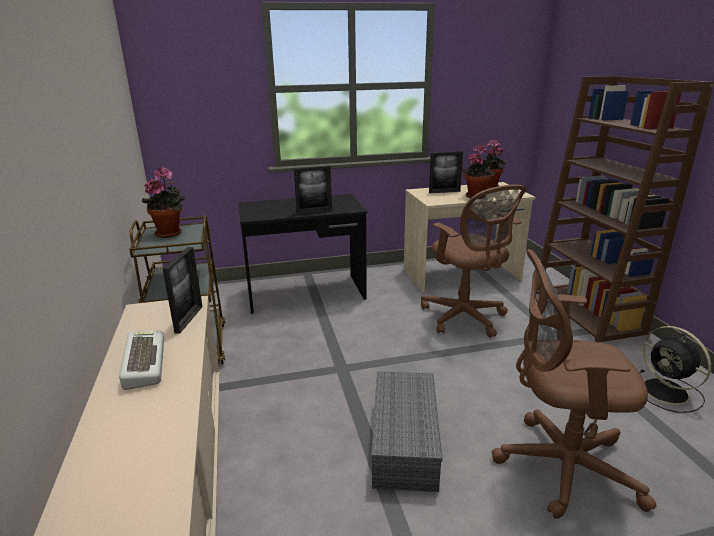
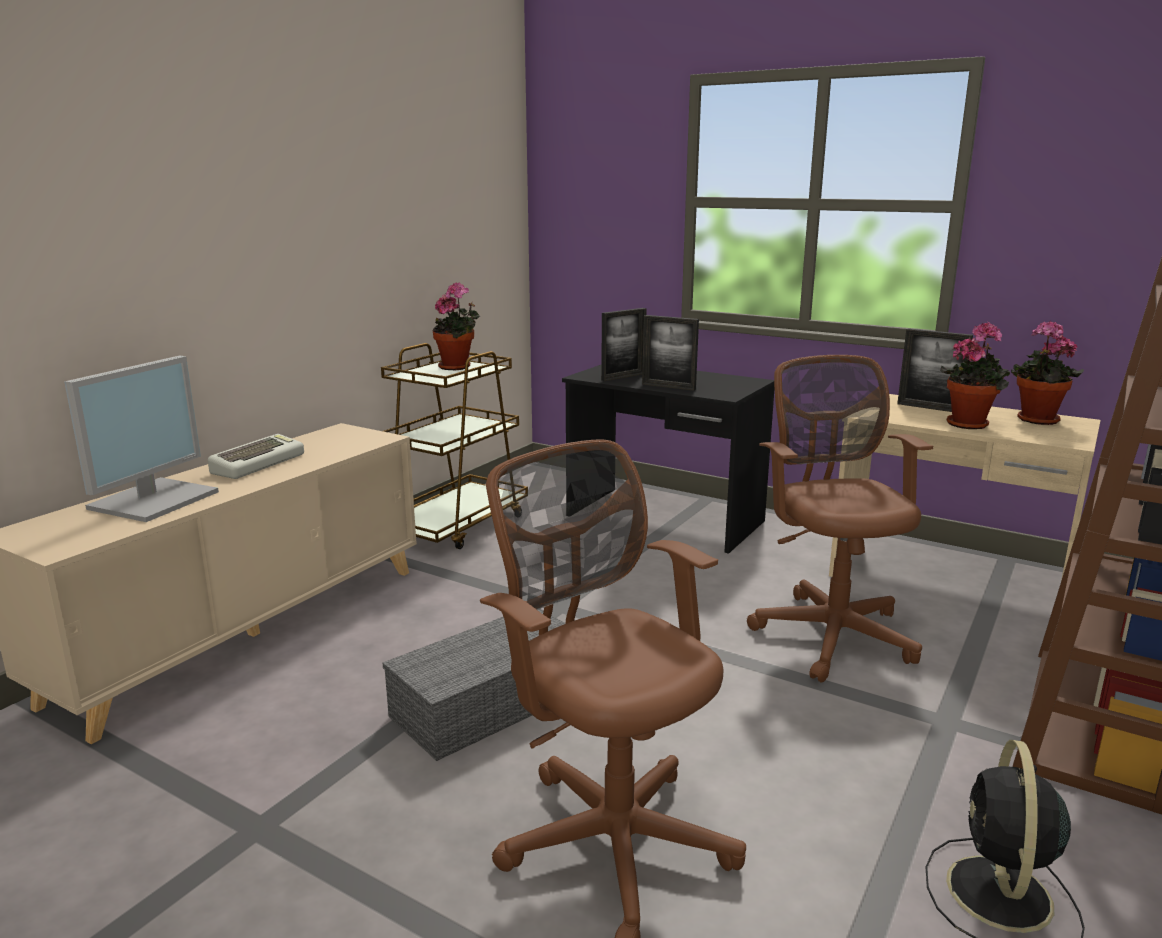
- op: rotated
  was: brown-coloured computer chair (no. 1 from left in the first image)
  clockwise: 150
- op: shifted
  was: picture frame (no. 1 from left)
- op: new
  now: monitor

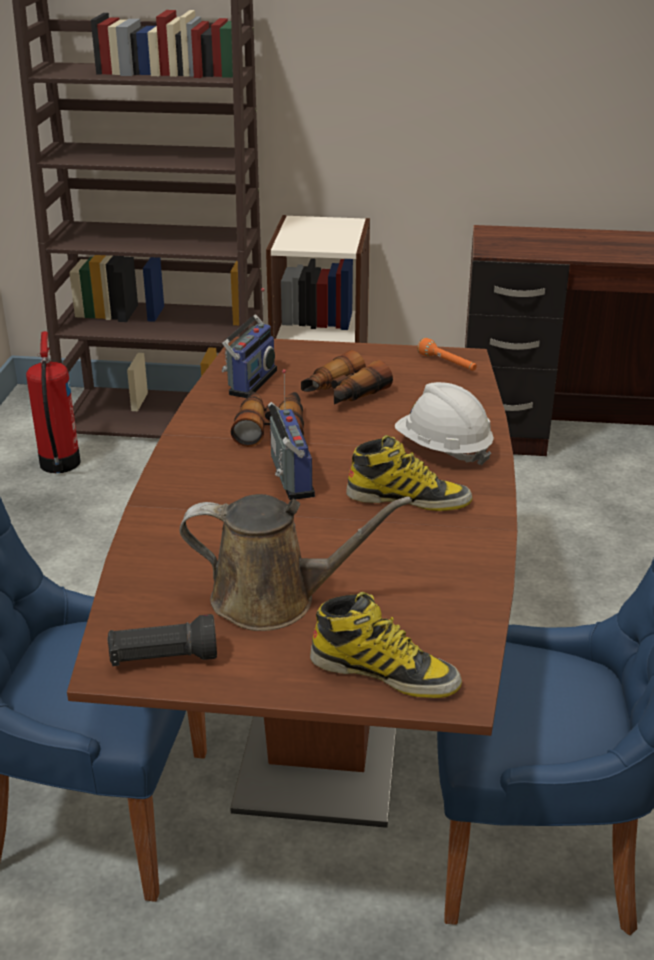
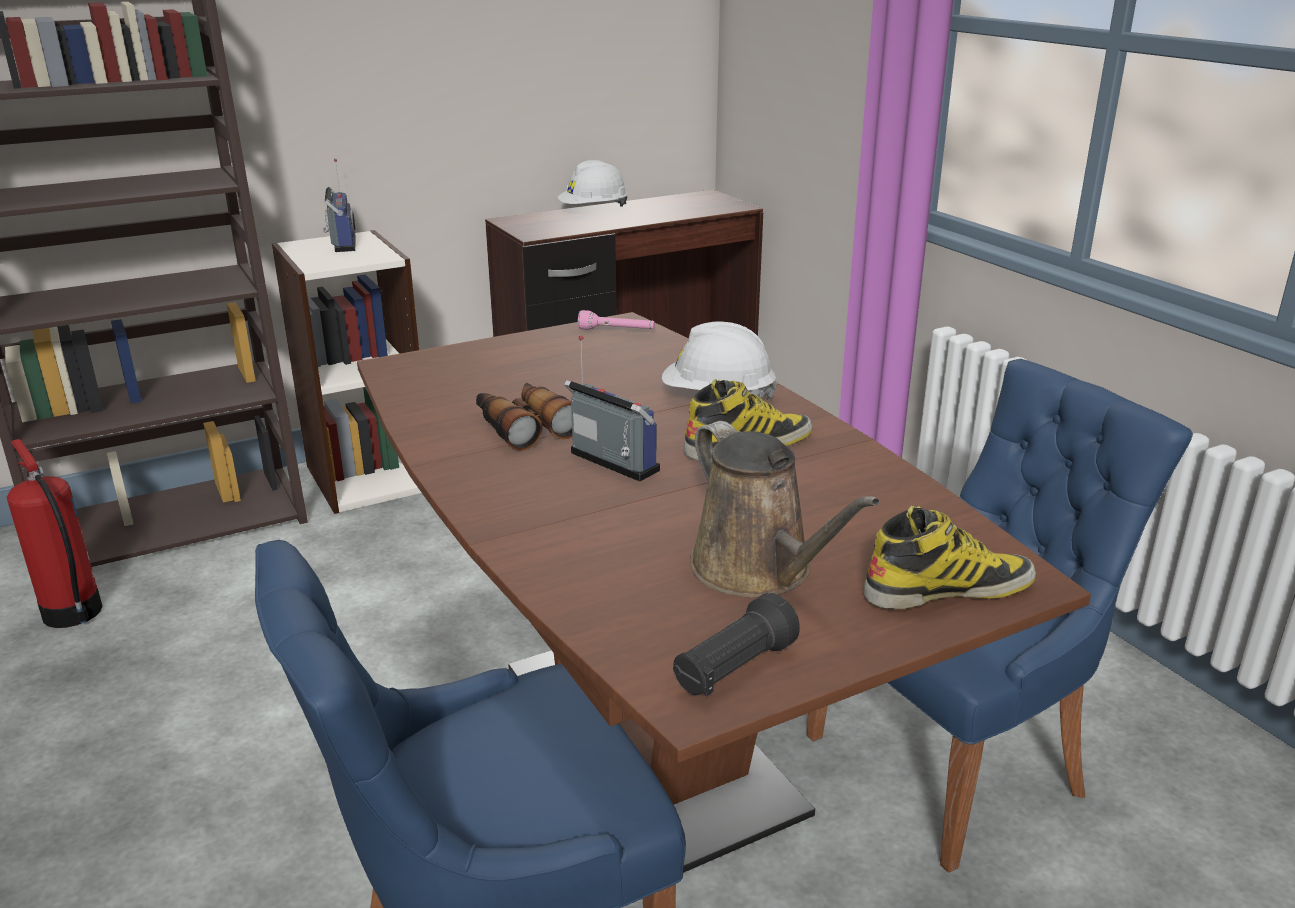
- op: shifted
  was: radio set (no. 1 from left)
- op: repainted
  was: orangey flashlight
  now: pink flashlight
- op: gone
  was: field glasses (no. 2 from left)
- op: rotated
  was: brown-coloured watering can
  clockwise: 90
- op: new
  now: whitish work helmet (no. 1 from left)

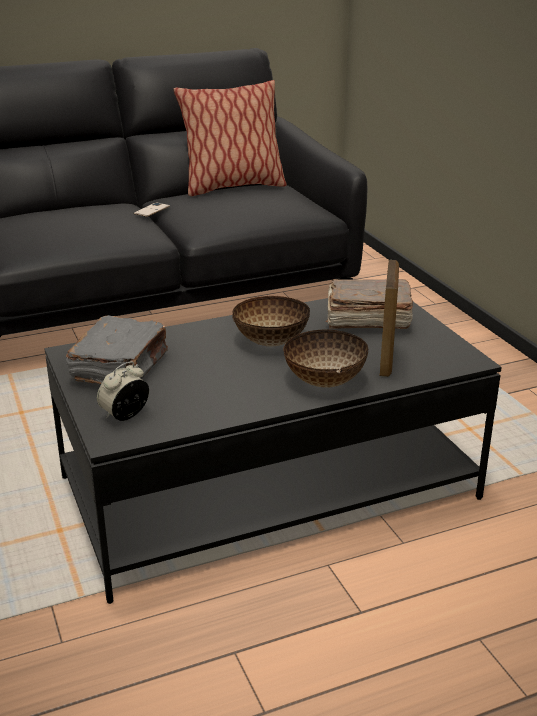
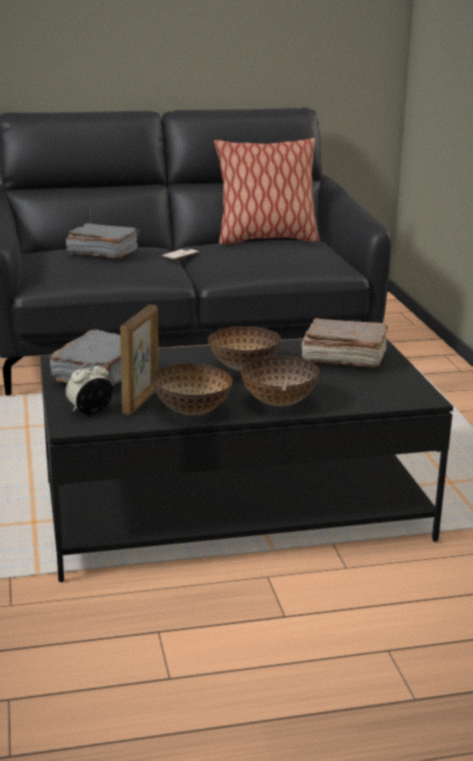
- op: shifted
  was: picture frame
- op: new
  now: grey book (no. 2 from left)
- op: new
  now: deep dish (no. 1 from left)

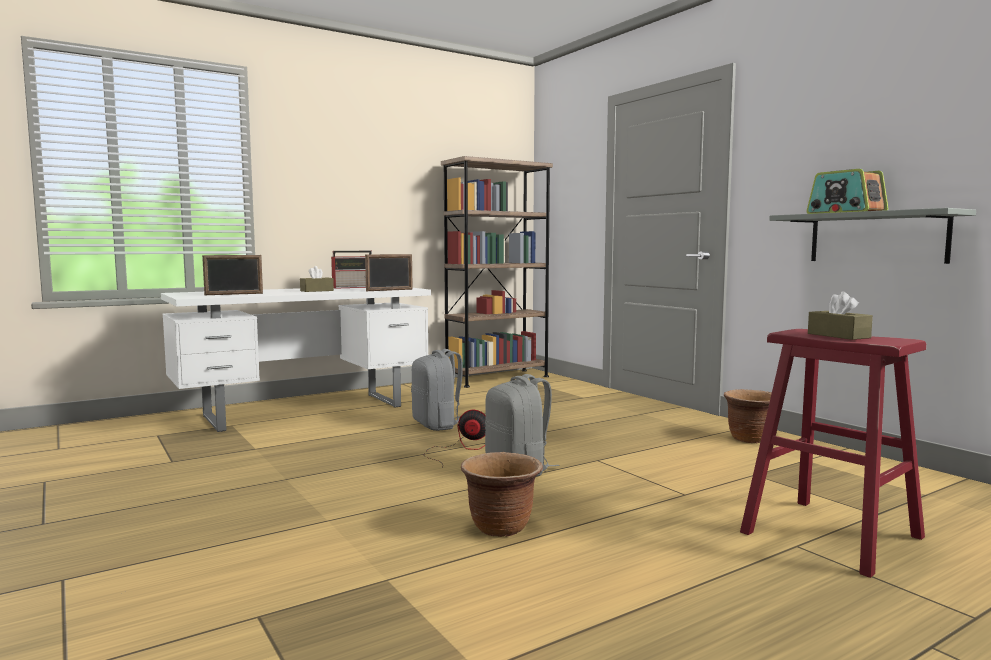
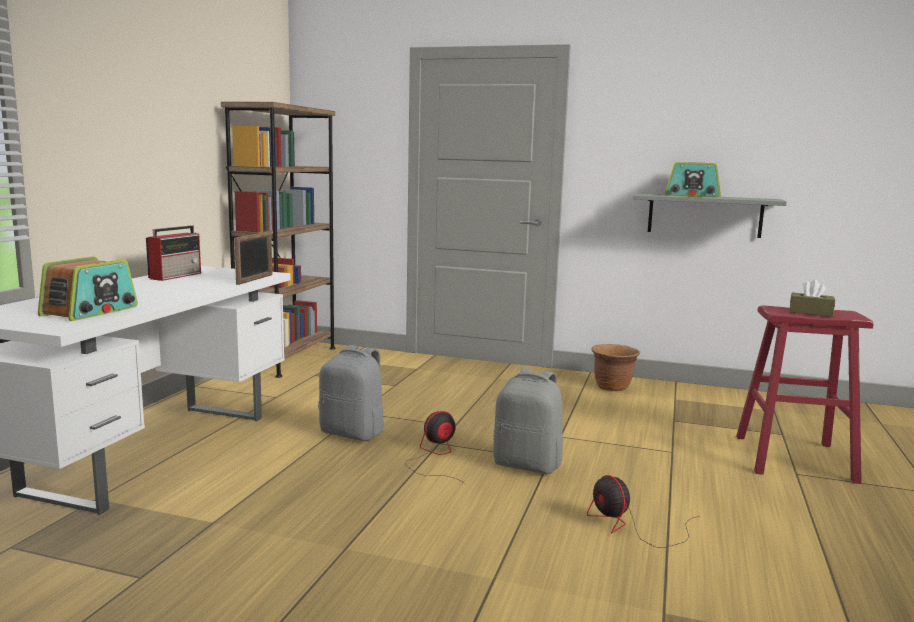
- op: swapped
  was: picture frame (no. 1 from left)
  now: radio set (no. 1 from left)
- op: gone
  was: brown-coloured tissue holder (no. 1 from left)
- op: swapped
  was: brown-coloured flower pot (no. 1 from left)
  now: cooling fan (no. 2 from left)

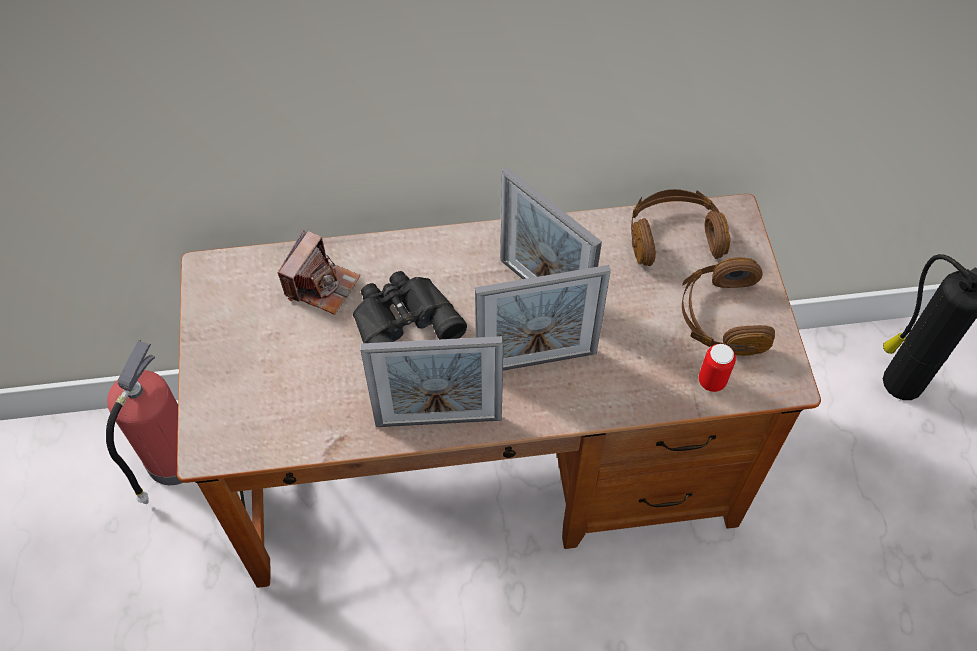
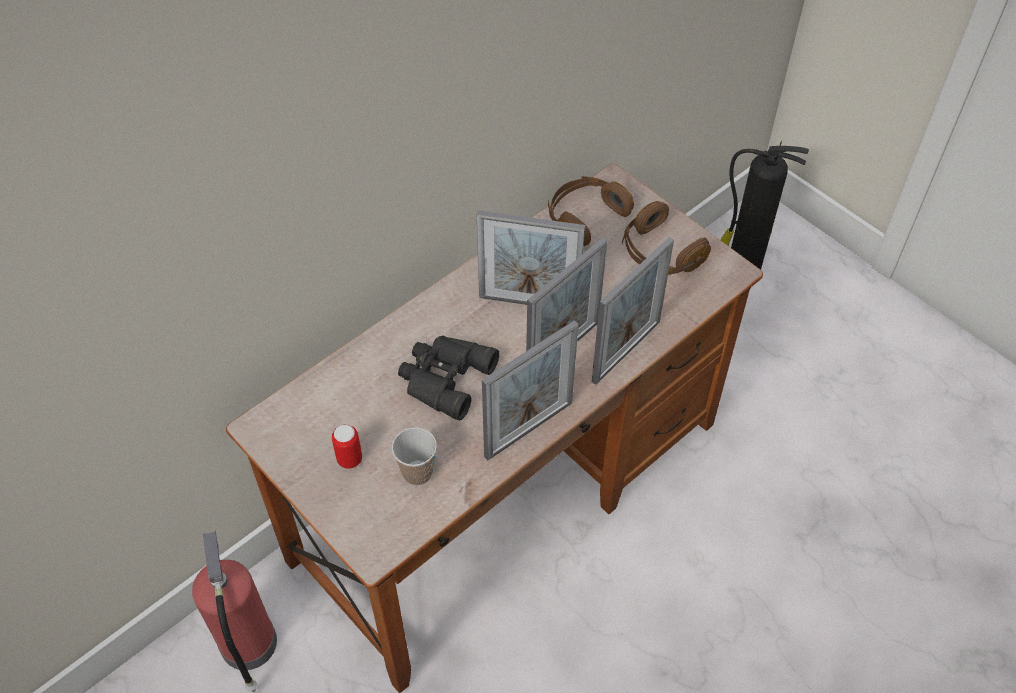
- op: gone
  was: still camera
- op: shifted
  was: metal can
- op: new
  now: picture frame (no. 4 from left)
- op: new
  now: cup

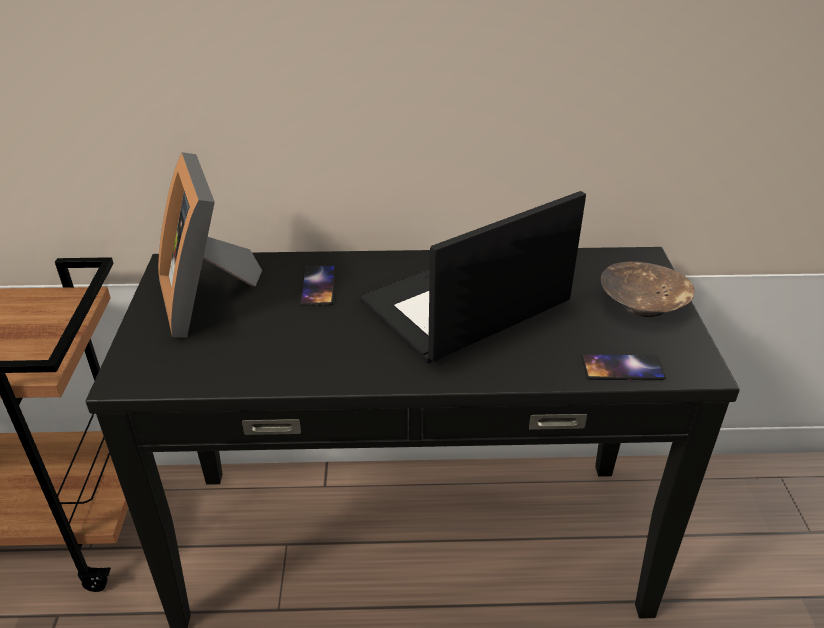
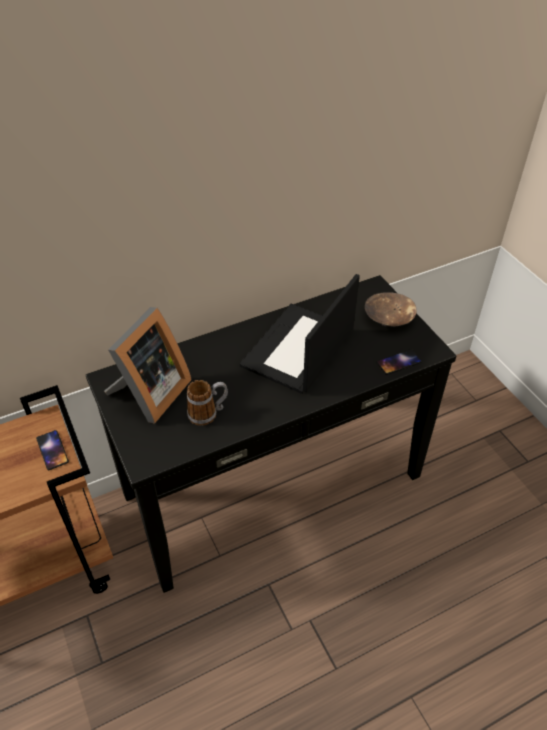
- op: rotated
  was: picture frame
  clockwise: -105
- op: shifted
  was: phone (no. 1 from left)
- op: new
  now: coffee mug

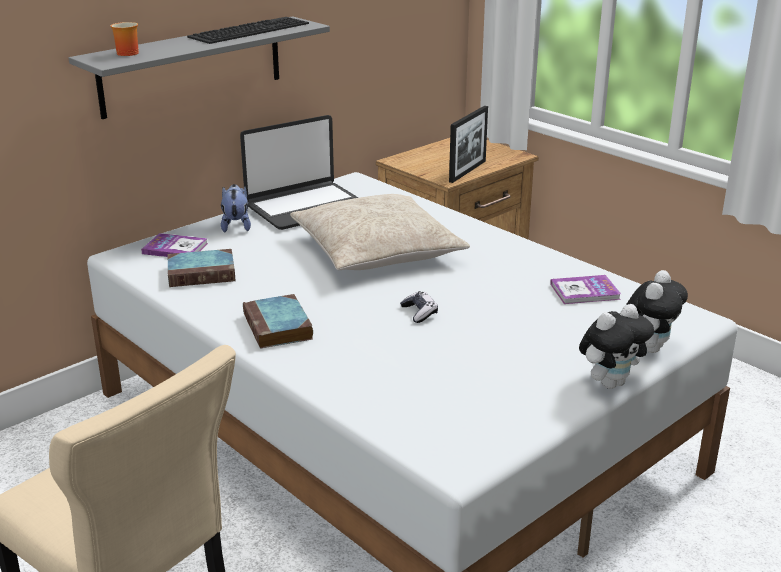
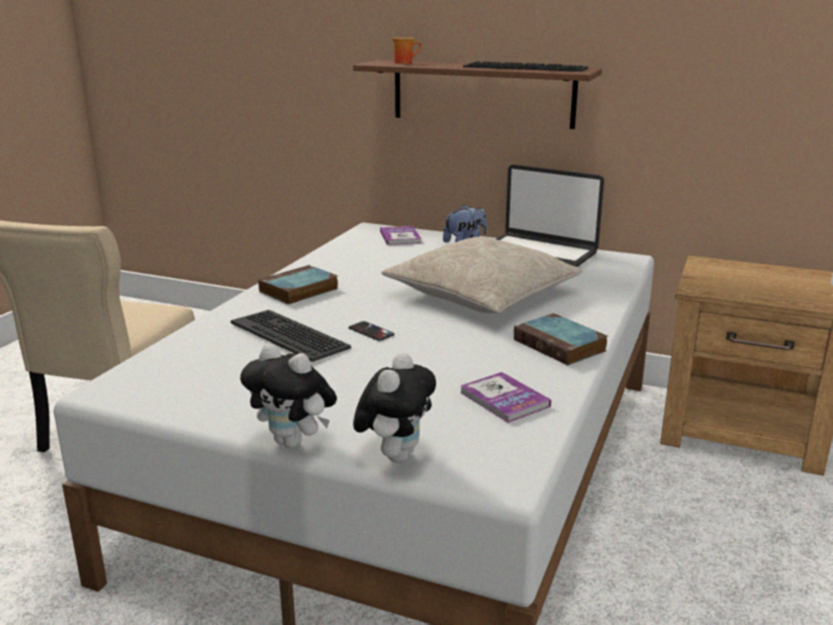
- op: repainted
  was: grey bracket shelf
  now: brown-coloured bracket shelf
- op: gone
  was: picture frame
- op: shifted
  was: book (no. 2 from left in the first image)
  now: book (no. 4 from left)
- op: rotated
  was: plush toy (no. 3 from left in the first image)
  clockwise: -75
- op: swapped
  was: joypad
  now: phone
- op: new
  now: keyboard (no. 1 from left)

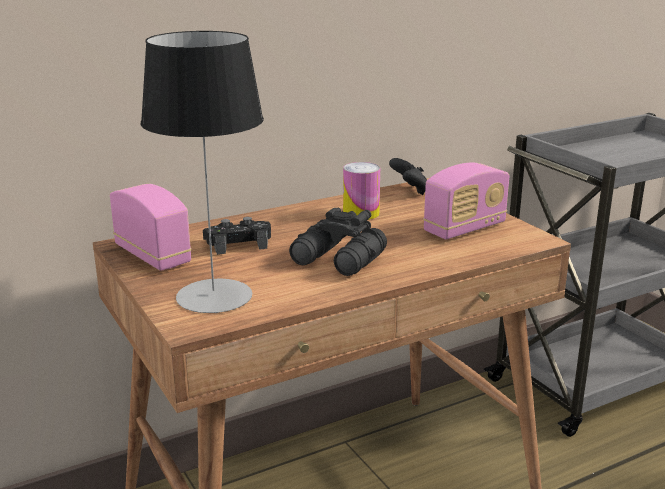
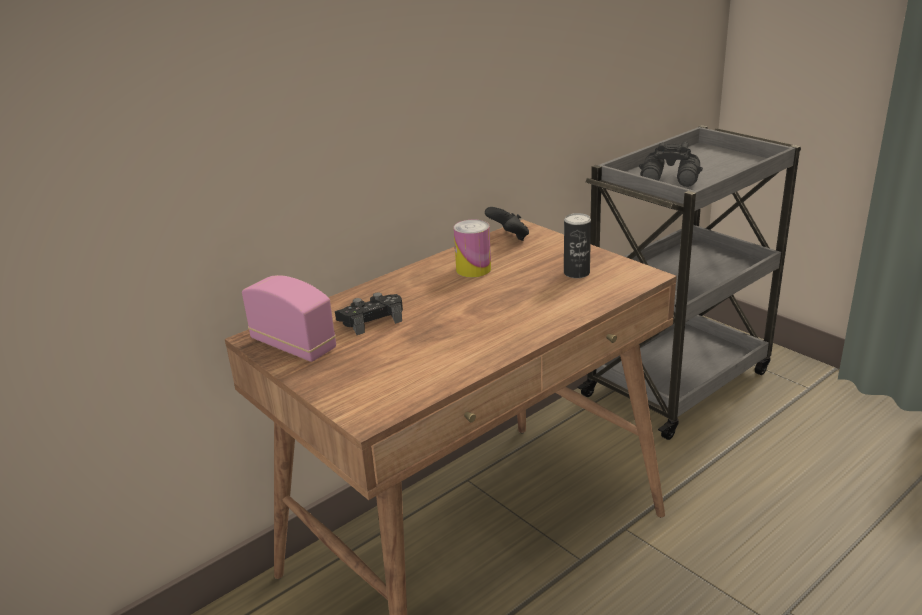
- op: gone
  was: lamp for a table
- op: swapped
  was: radio set (no. 2 from left)
  now: metal can (no. 2 from left)
- op: shifted
  was: black field glasses

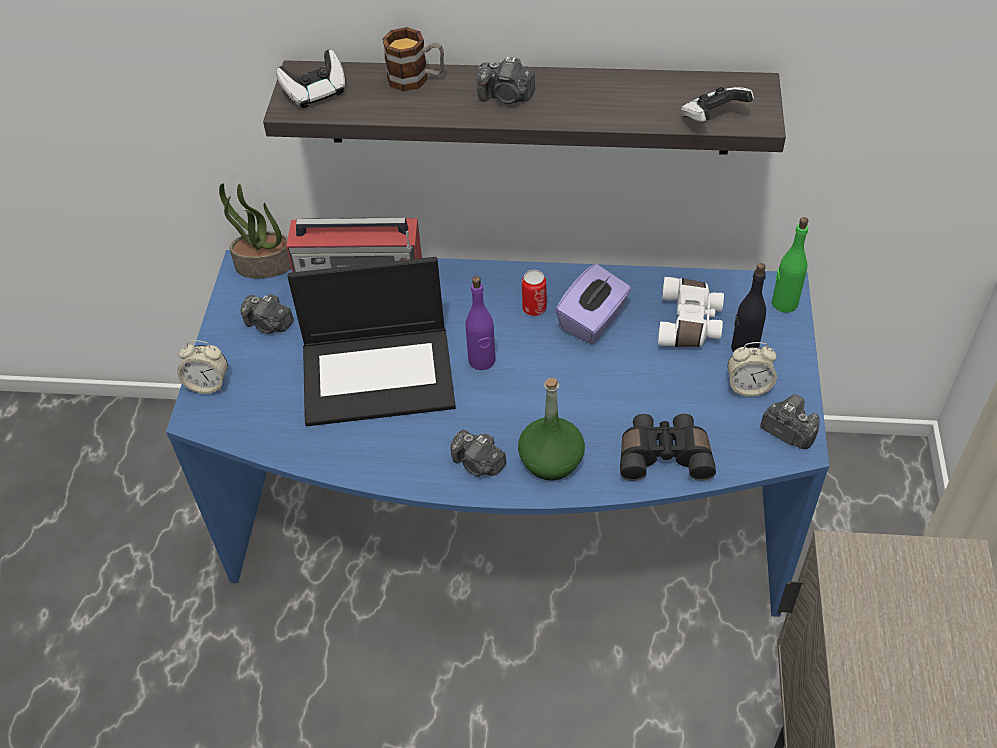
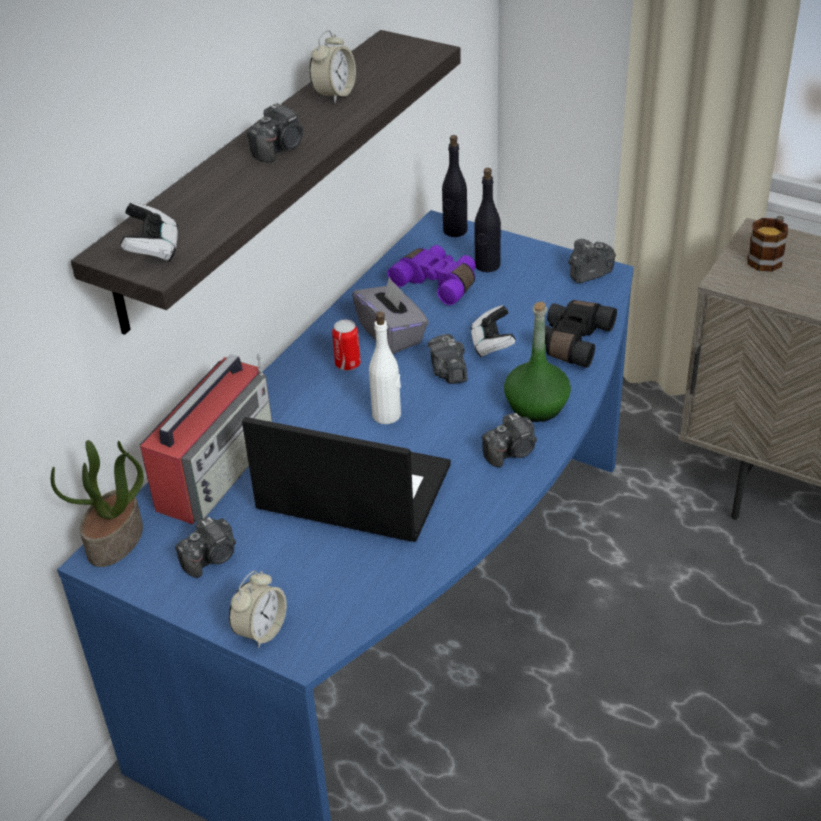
- op: shifted
  was: coffee mug
- op: shifted
  was: joypad (no. 2 from left)
- op: repainted
  was: green-coloured bottle (no. 2 from left)
  now: black bottle (no. 1 from left)
- op: rotated
  was: notebook computer
  clockwise: -90
- op: repainted
  was: purplish tissue holder
  now: grey tissue holder
- op: repainted
  was: purplish bottle
  now: whitish bottle
- op: repainted
  was: whitish field glasses
  now: purplish field glasses
- op: shifted
  was: alarm clock (no. 2 from left)
- op: new
  now: still camera (no. 3 from left)

